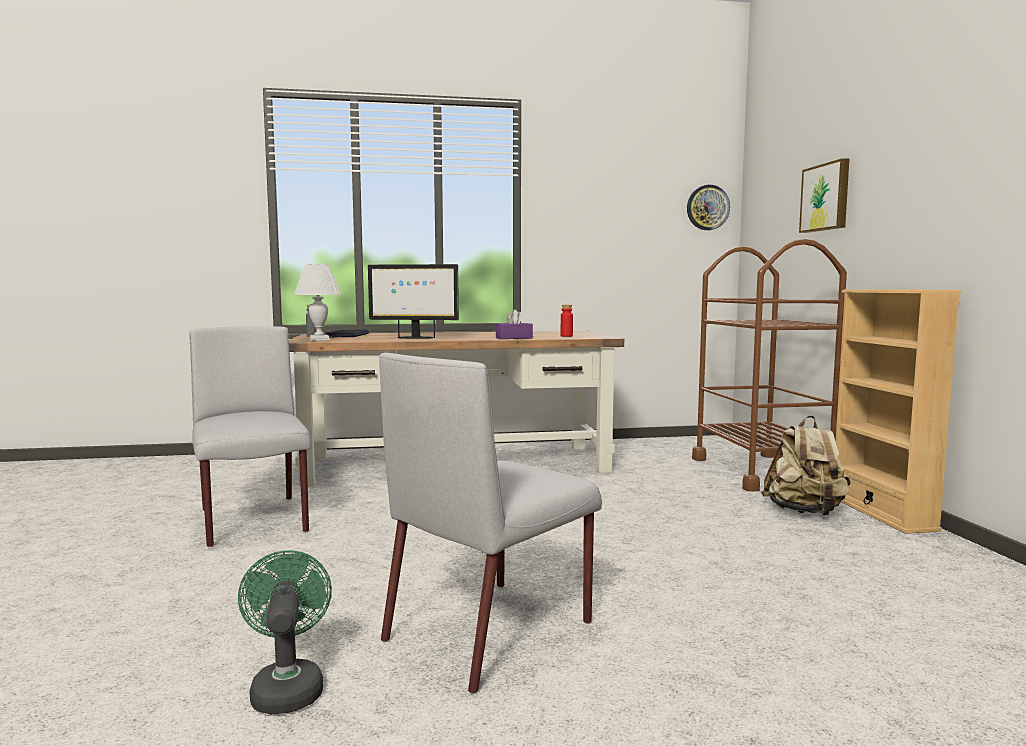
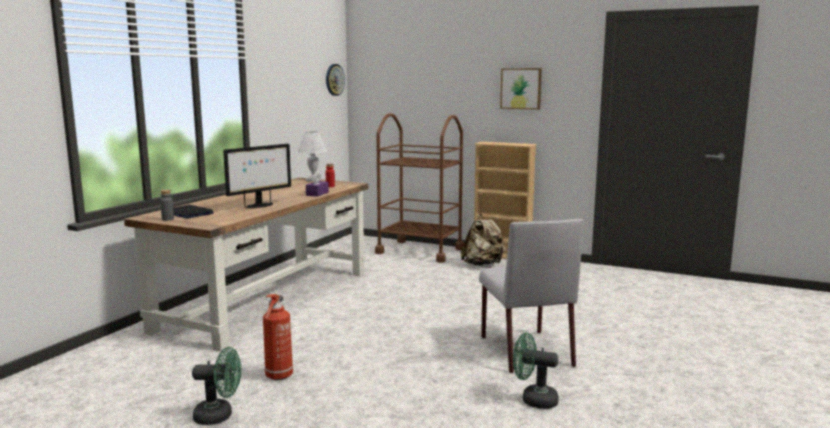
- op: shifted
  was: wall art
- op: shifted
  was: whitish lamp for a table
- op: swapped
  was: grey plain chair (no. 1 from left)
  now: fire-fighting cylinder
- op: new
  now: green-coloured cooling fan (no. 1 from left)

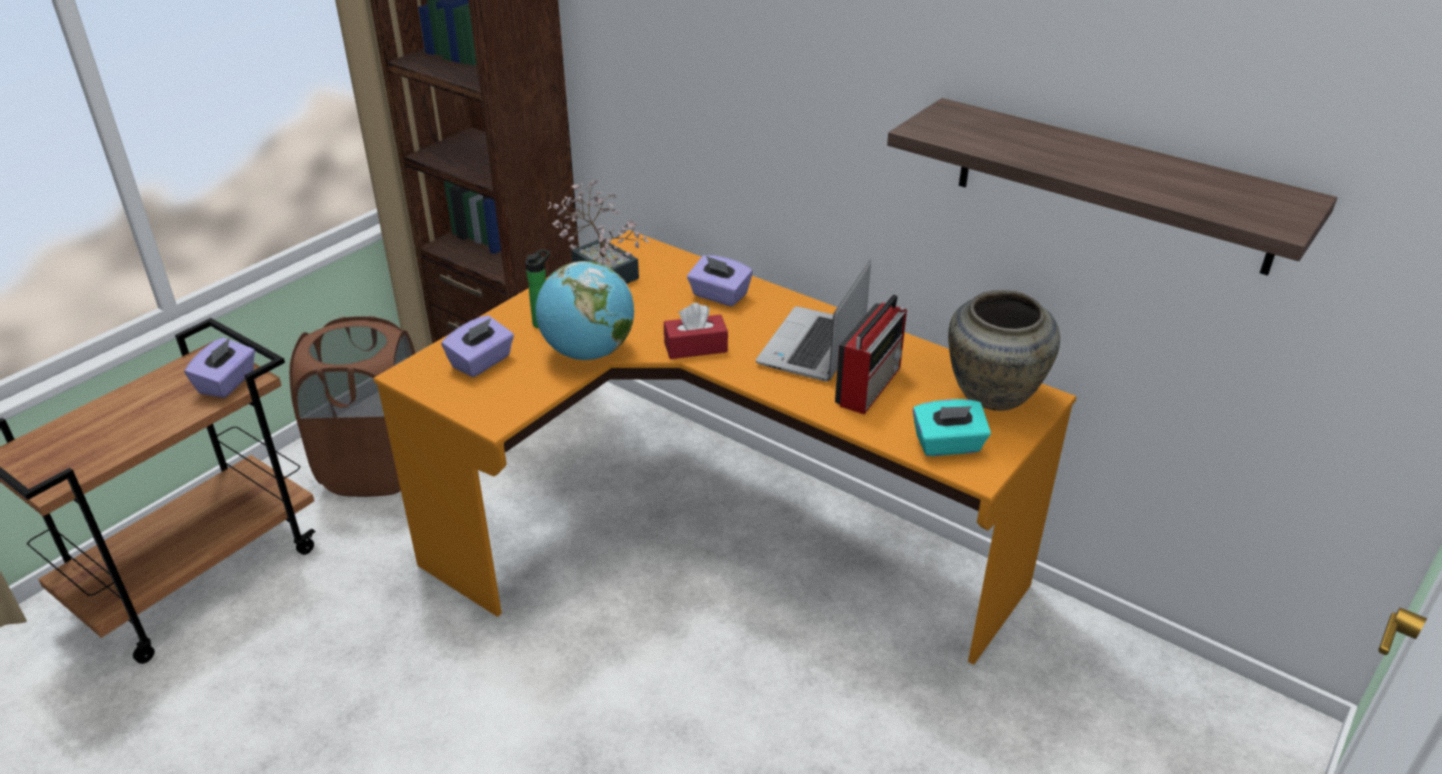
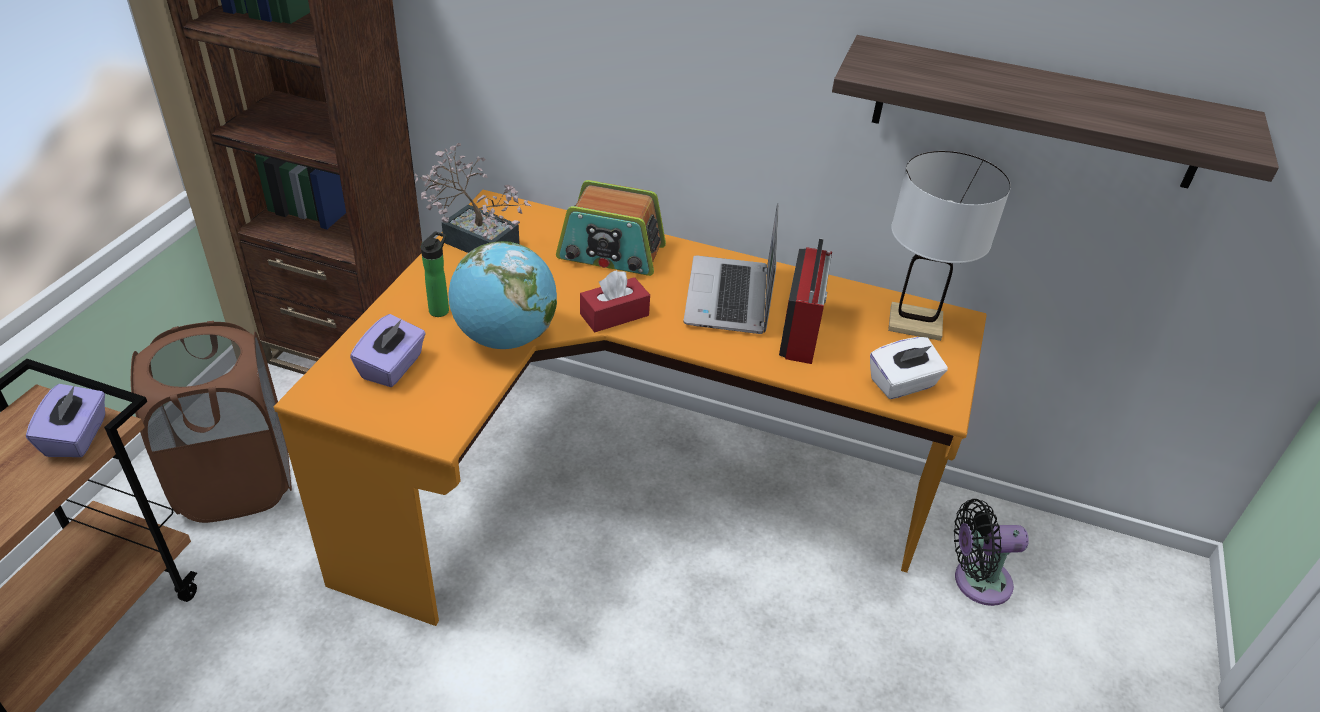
- op: swapped
  was: purplish tissue holder (no. 3 from left)
  now: radio set (no. 1 from left)
- op: swapped
  was: beige-coloured decorative vase
  now: whitish lamp for a table
- op: repainted
  was: turquoise tissue holder
  now: whitish tissue holder
- op: new
  now: black cooling fan

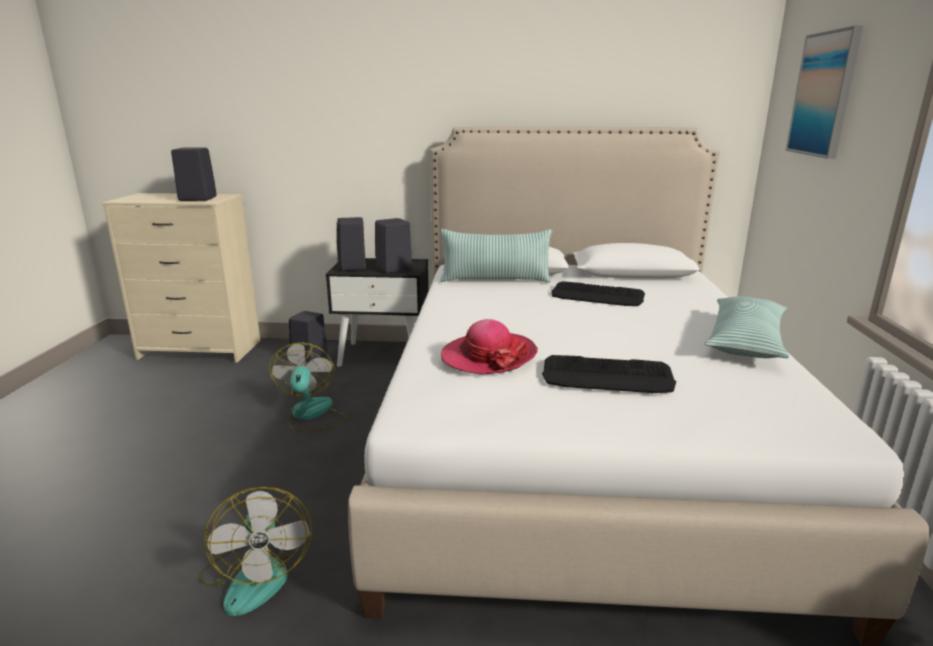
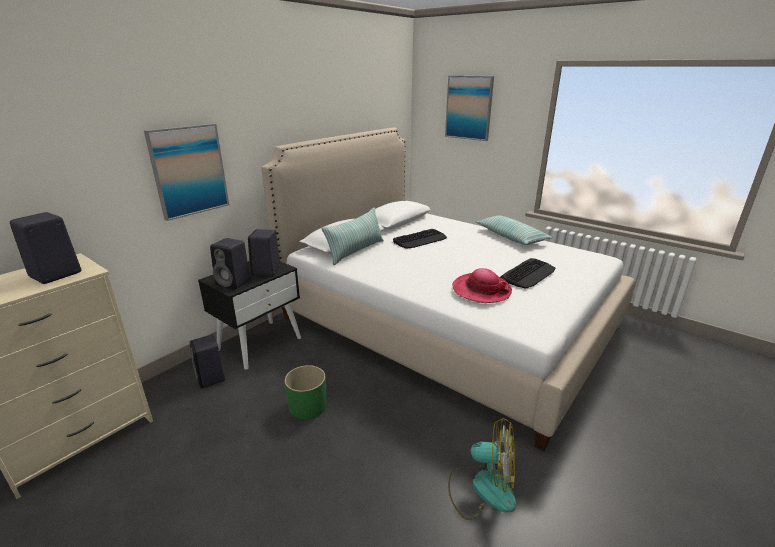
- op: swapped
  was: cooling fan (no. 2 from left)
  now: green-coloured flower pot
- op: new
  now: wall art (no. 1 from left)

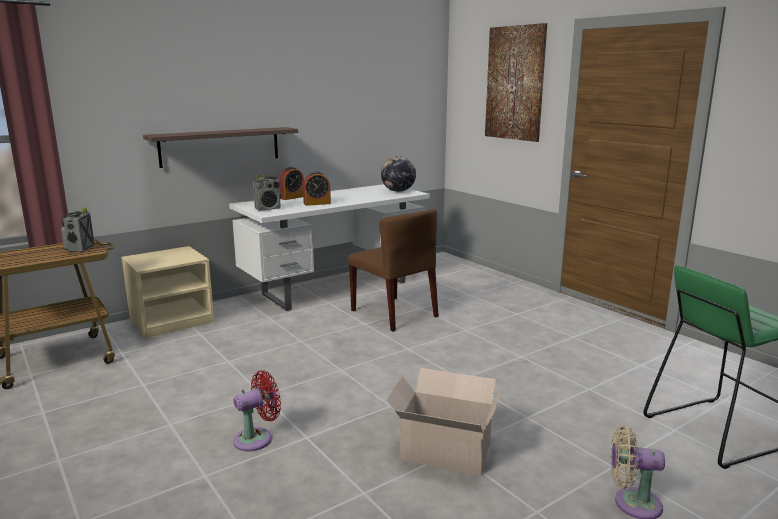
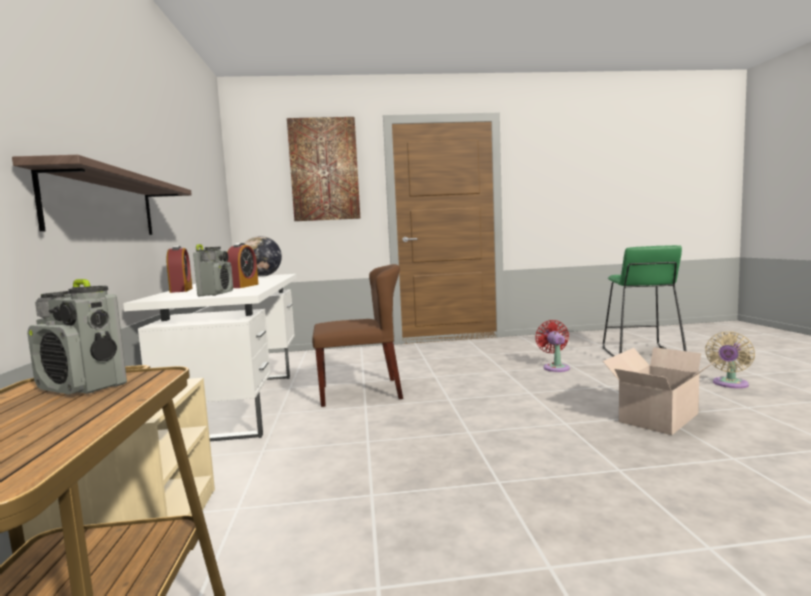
- op: shifted
  was: red-coloured cooling fan

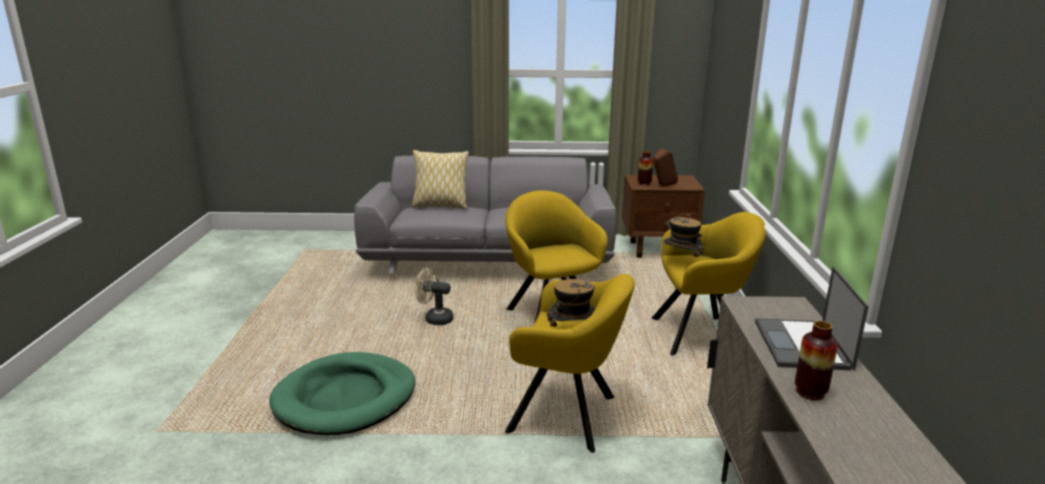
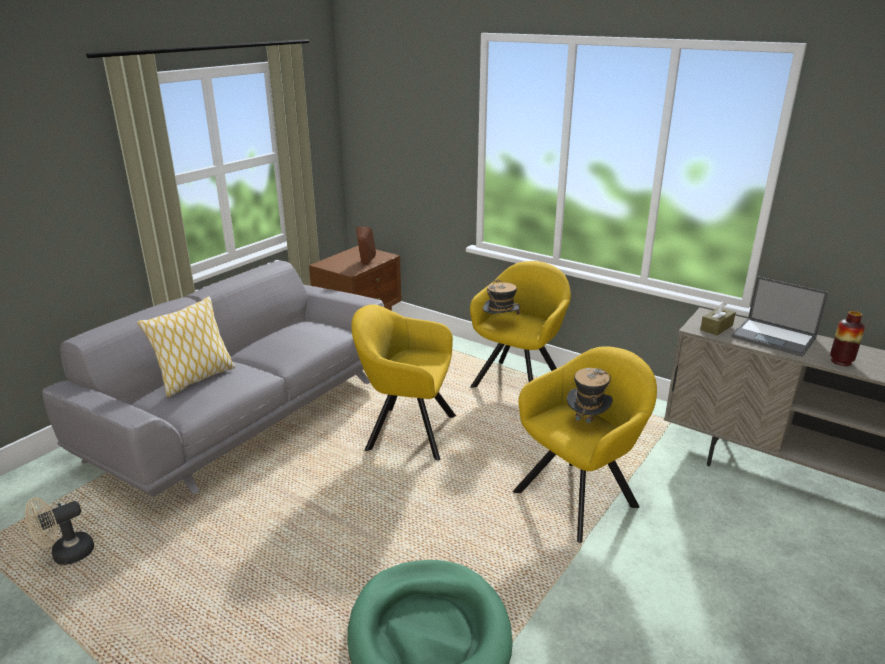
- op: gone
  was: decorative vase (no. 1 from left)
- op: shifted
  was: beige-coloured cooling fan
- op: new
  now: brown-coloured tissue holder

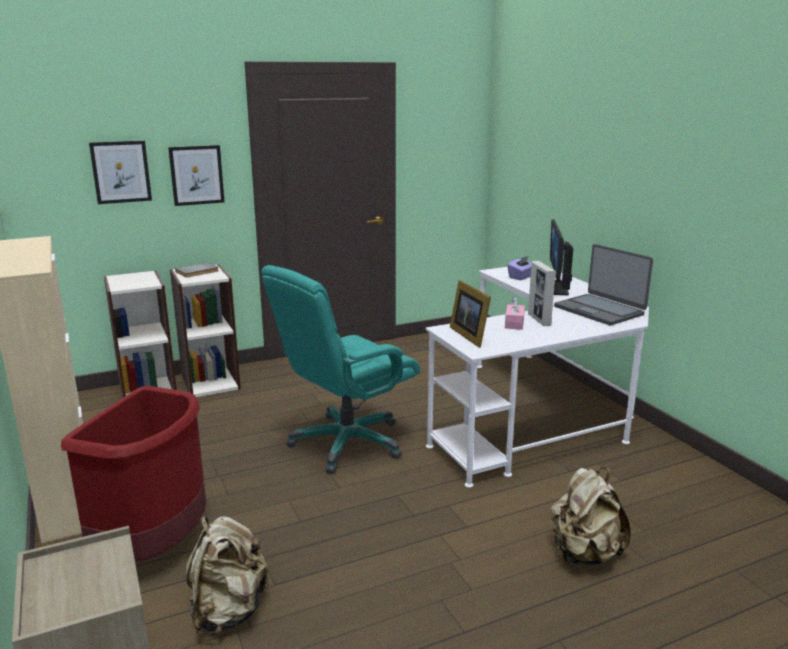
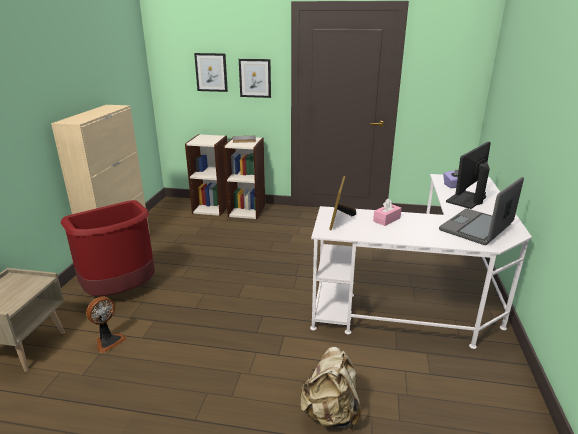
- op: rotated
  was: notebook computer
  clockwise: 45
- op: gone
  was: picture frame (no. 2 from left)
- op: gone
  was: turquoise computer chair
- op: swapped
  was: beige-coloured backpack (no. 1 from left)
  now: cooling fan

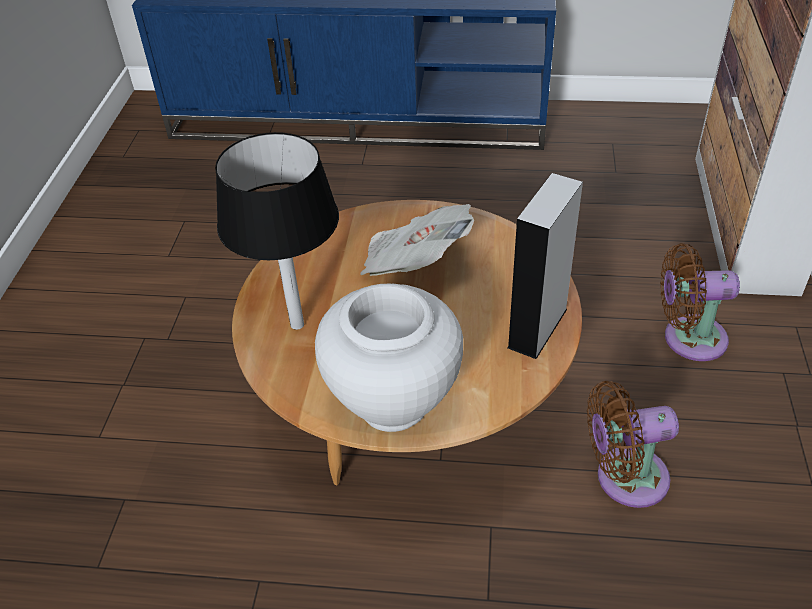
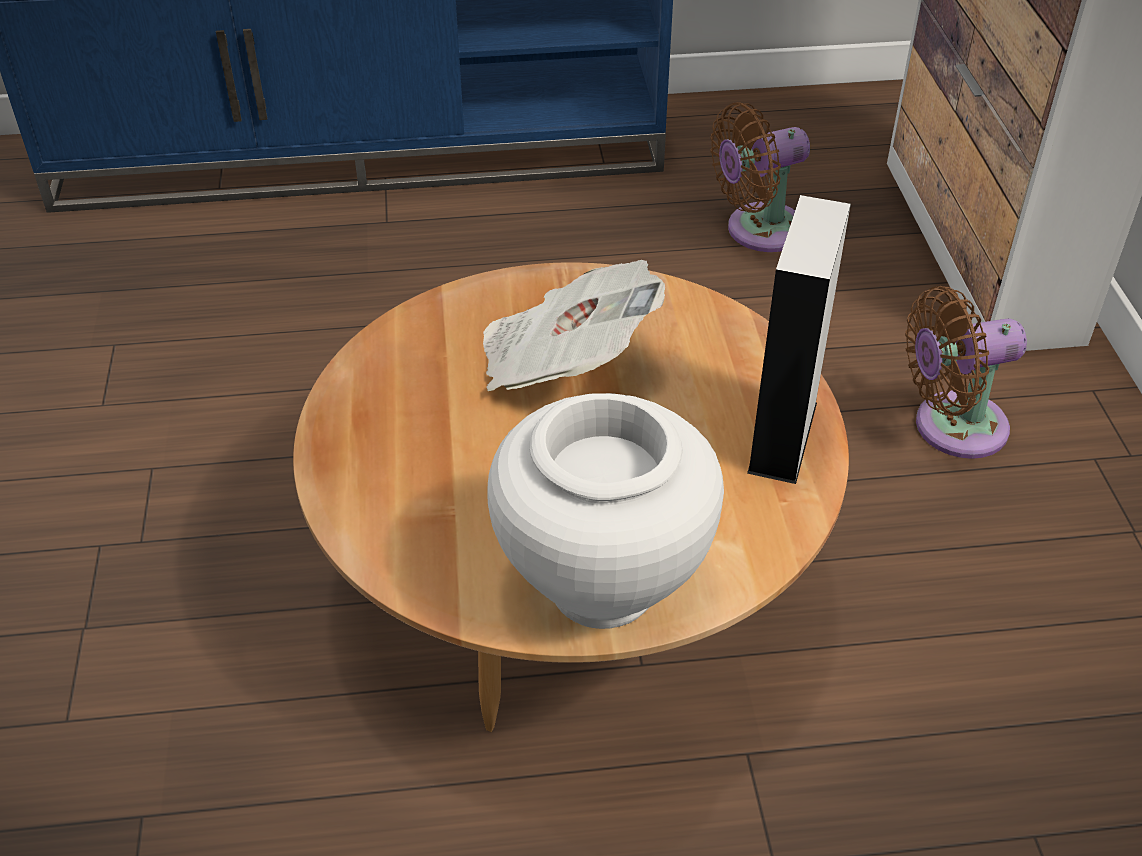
- op: gone
  was: black lamp for a table
- op: shifted
  was: brown-coloured cooling fan (no. 1 from left)

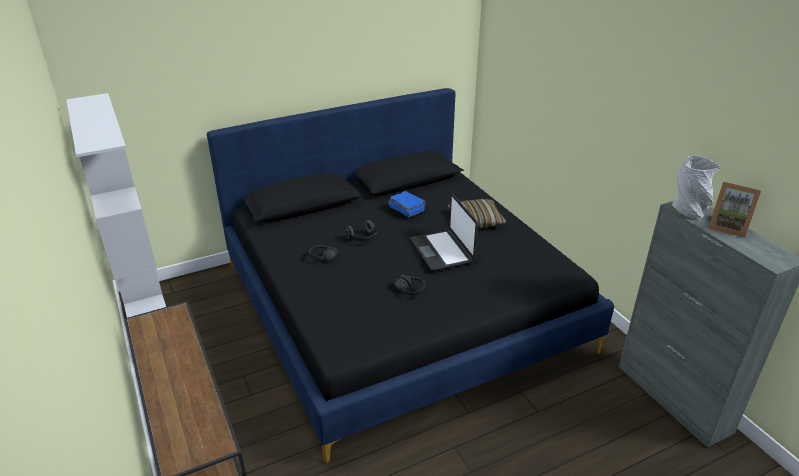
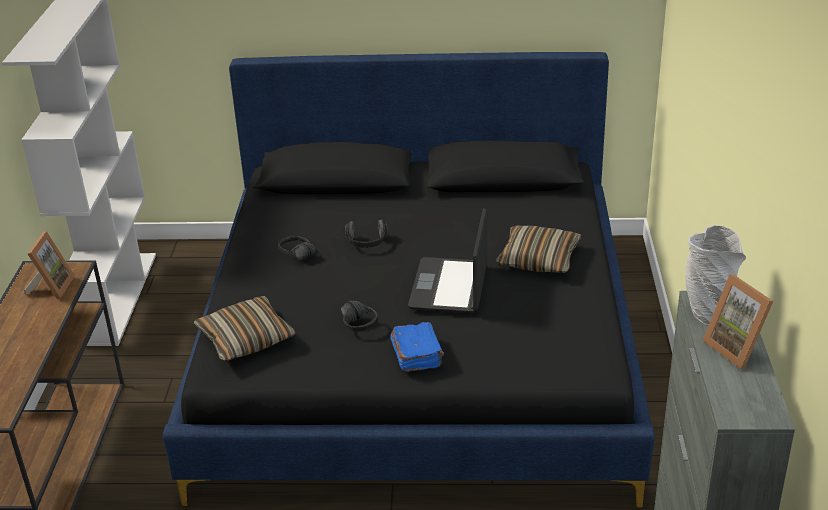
- op: shifted
  was: bluish book
- op: new
  now: picture frame (no. 1 from left)
- op: new
  now: pillow (no. 1 from left)

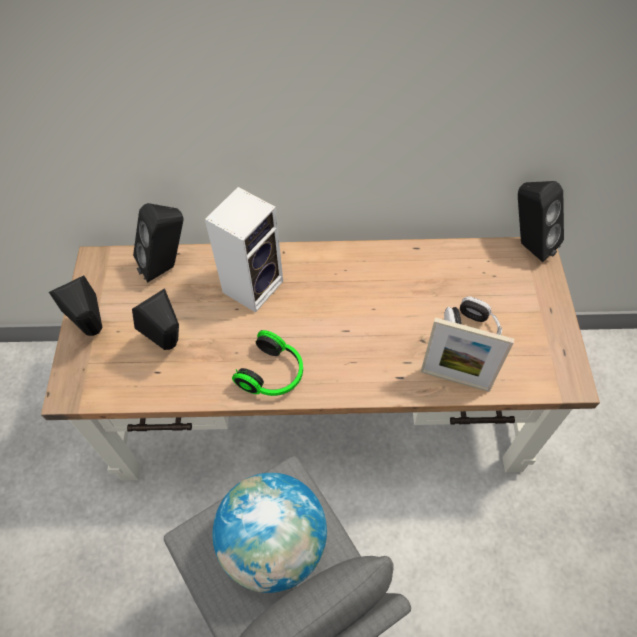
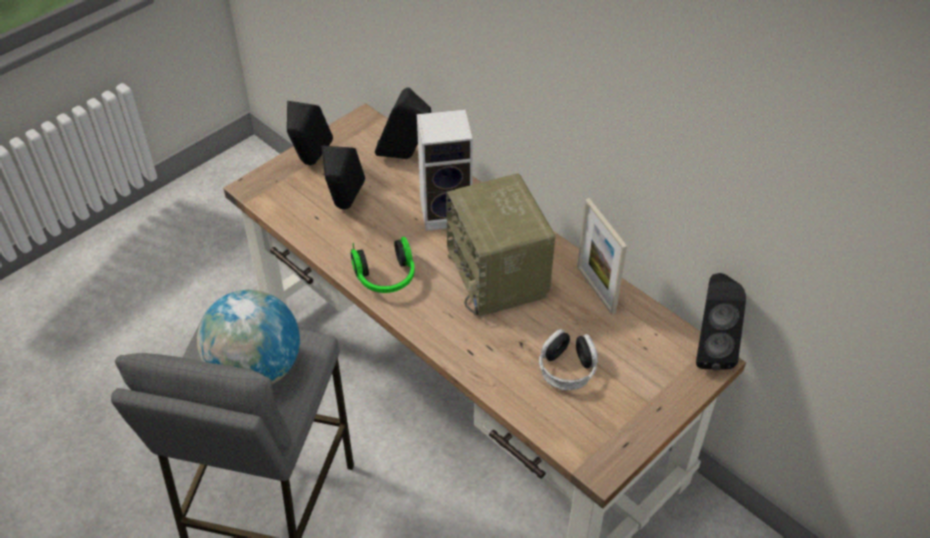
- op: shifted
  was: picture frame
- op: new
  now: radio set

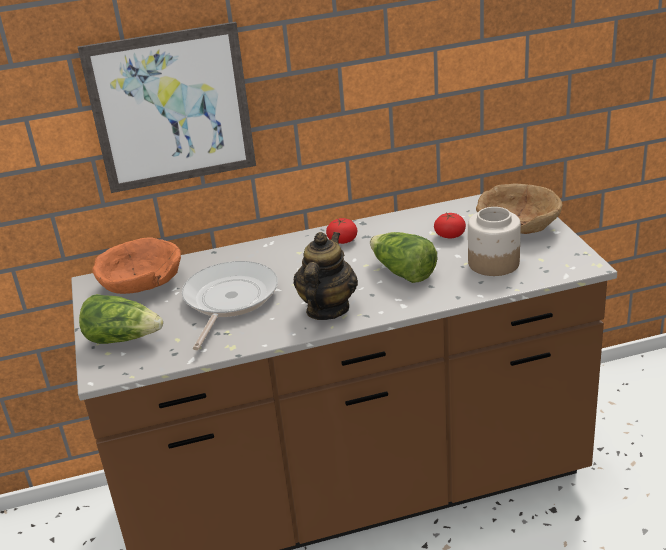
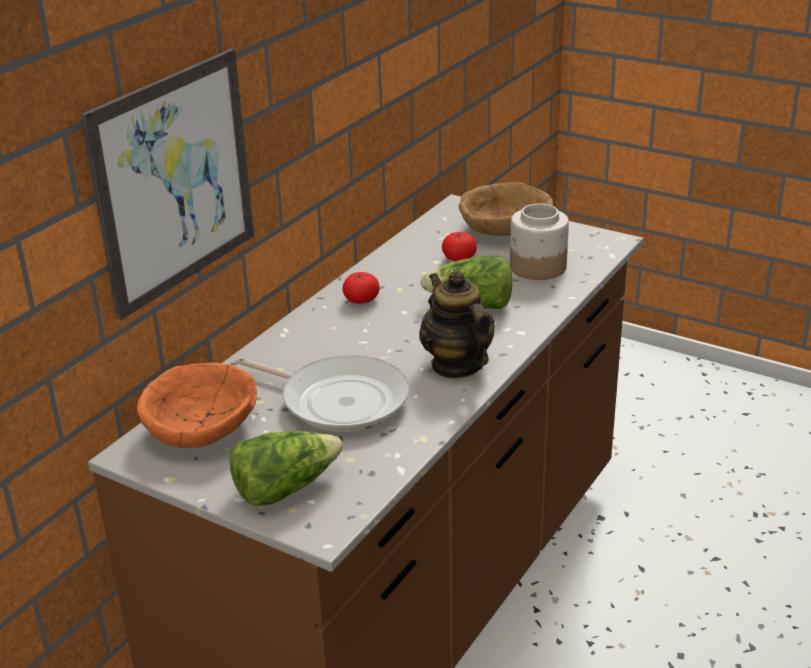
- op: rotated
  was: pan
  clockwise: 150

